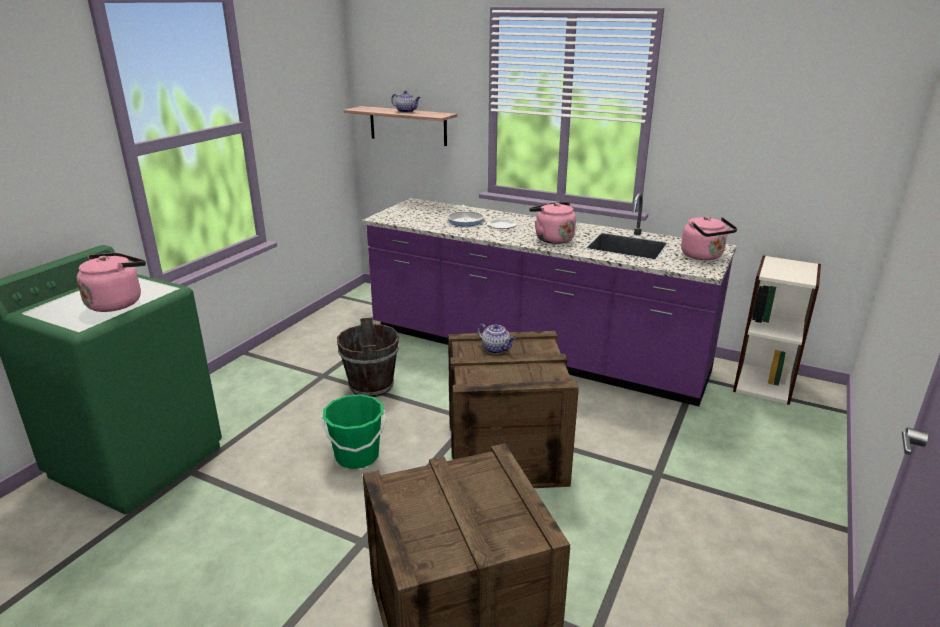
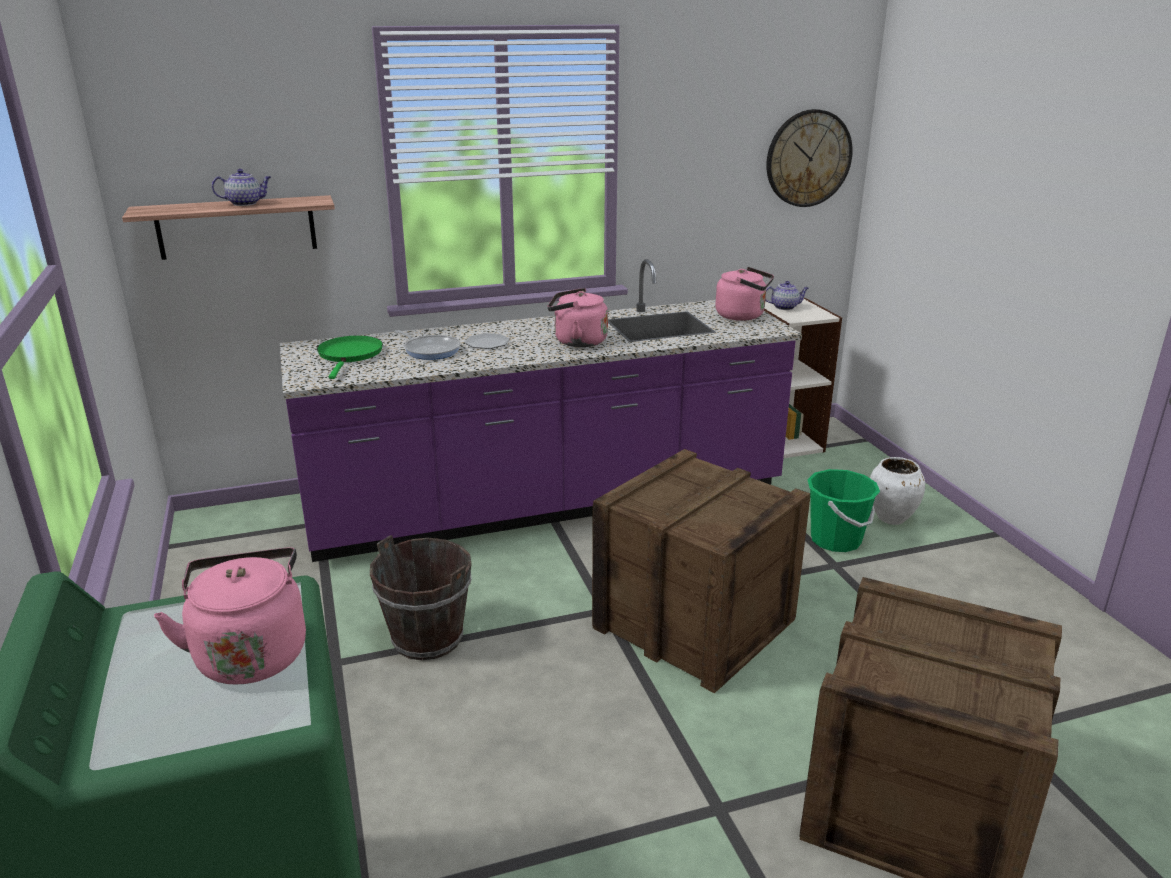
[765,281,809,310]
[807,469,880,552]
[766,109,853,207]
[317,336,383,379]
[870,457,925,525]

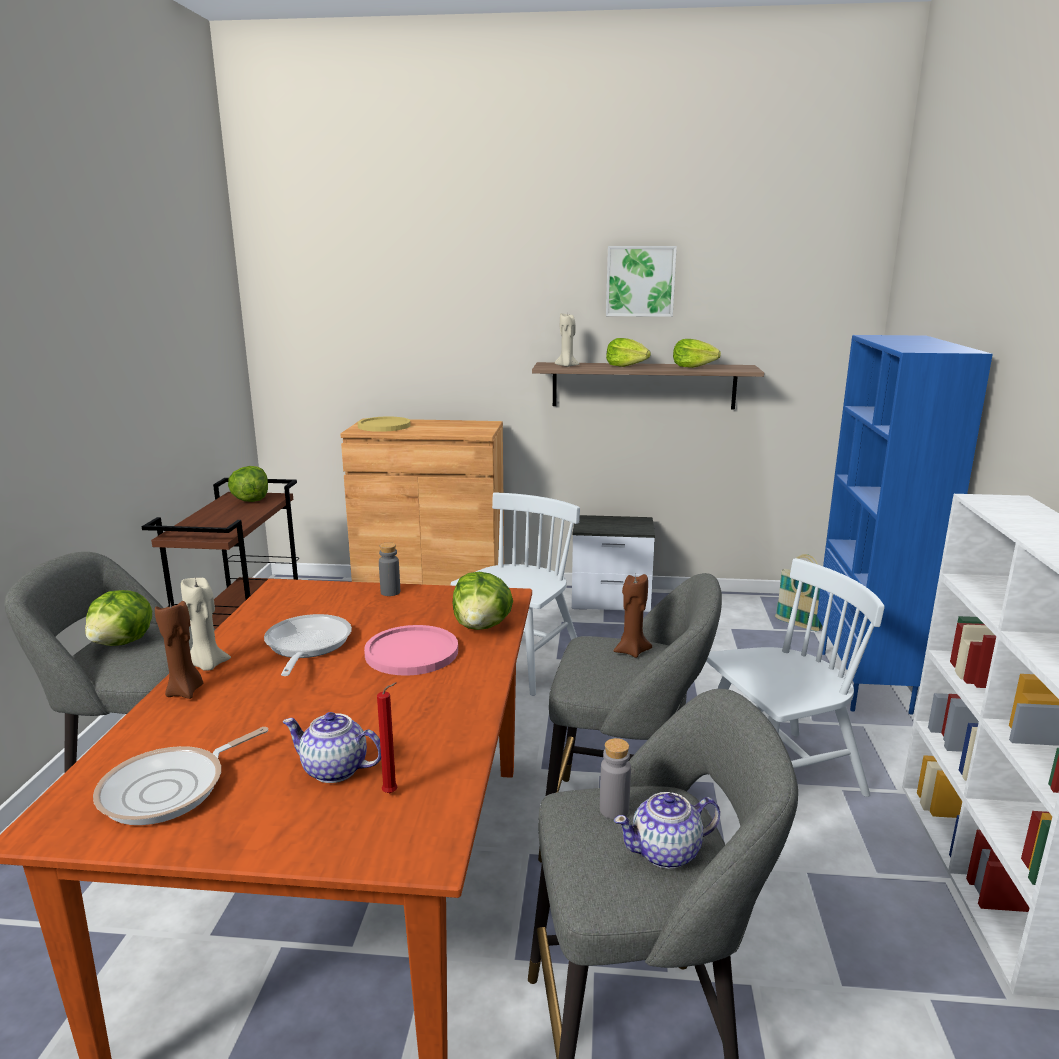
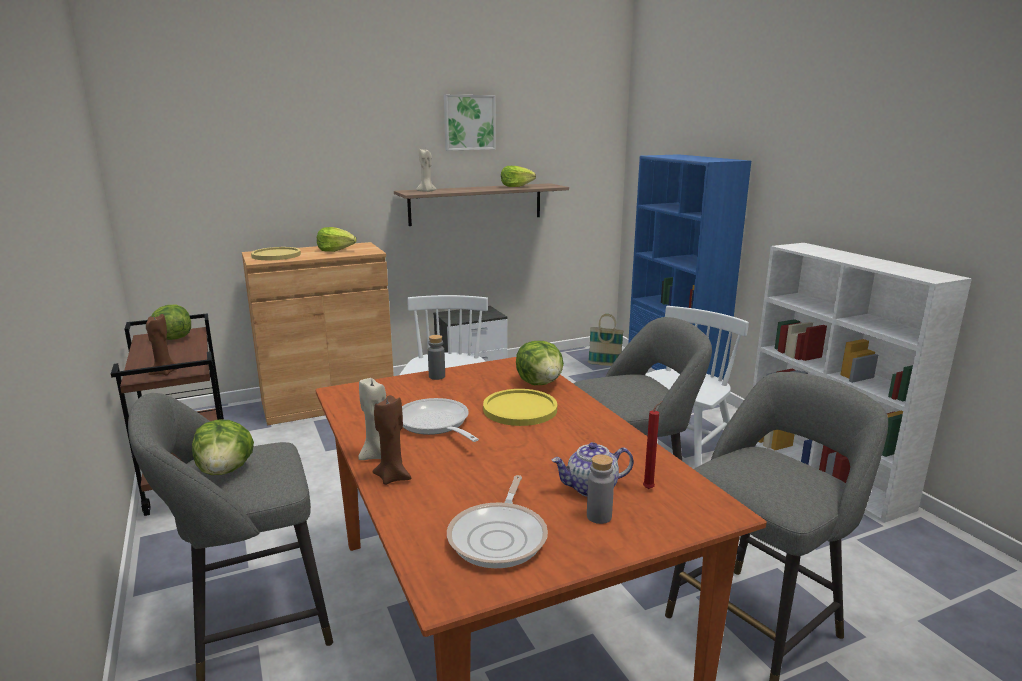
[317,227,357,252]
[146,314,179,375]
[483,389,557,426]
[587,454,614,524]
[614,792,720,869] (first image)

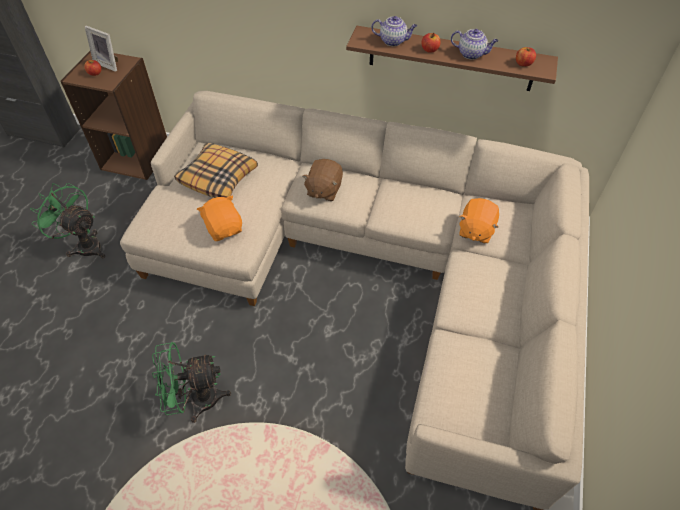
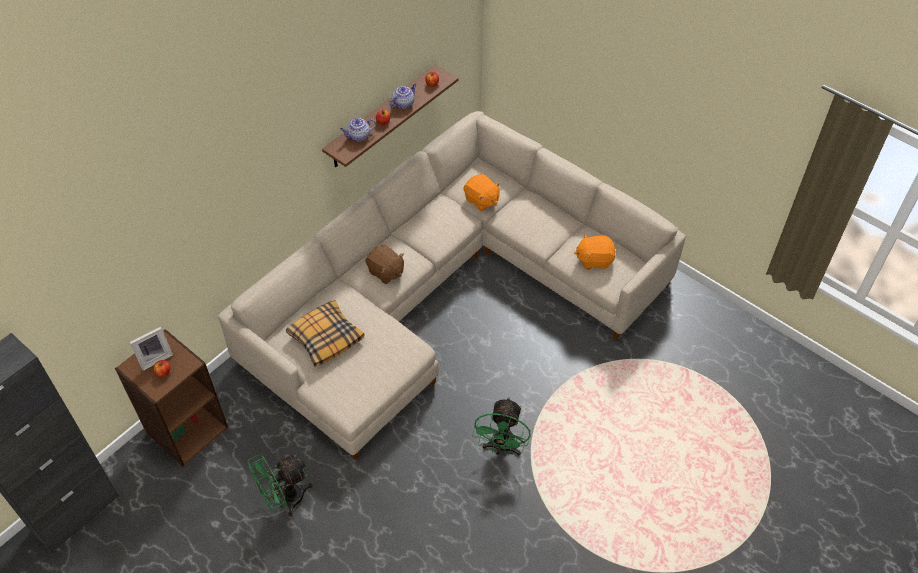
[340,118,376,142]
[574,234,616,269]

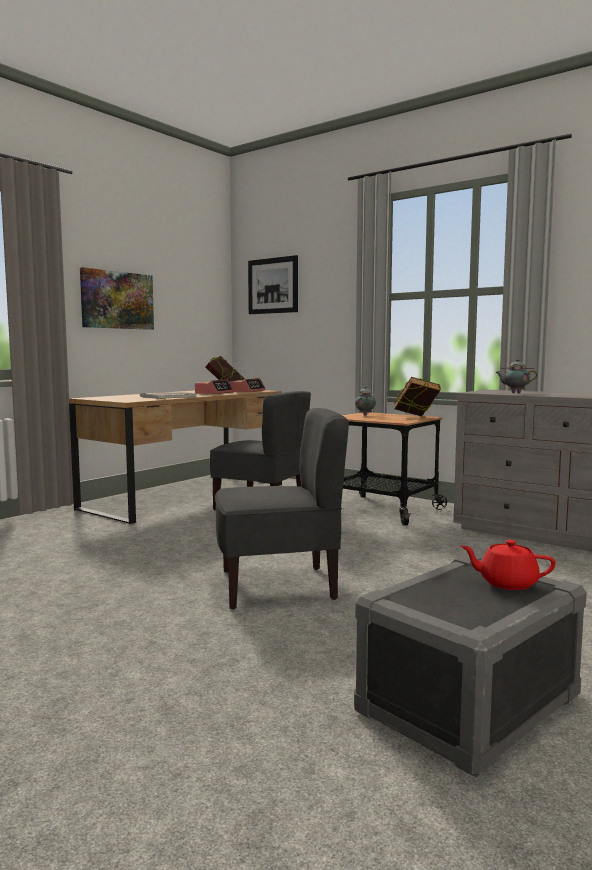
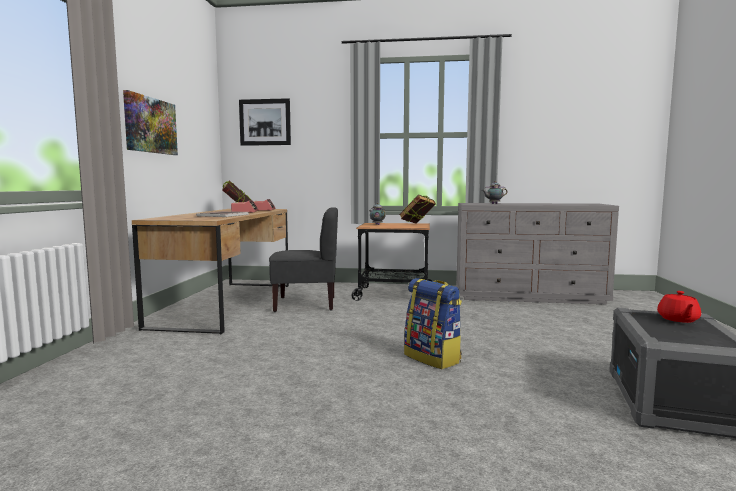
[404,278,462,369]
[657,291,701,323]

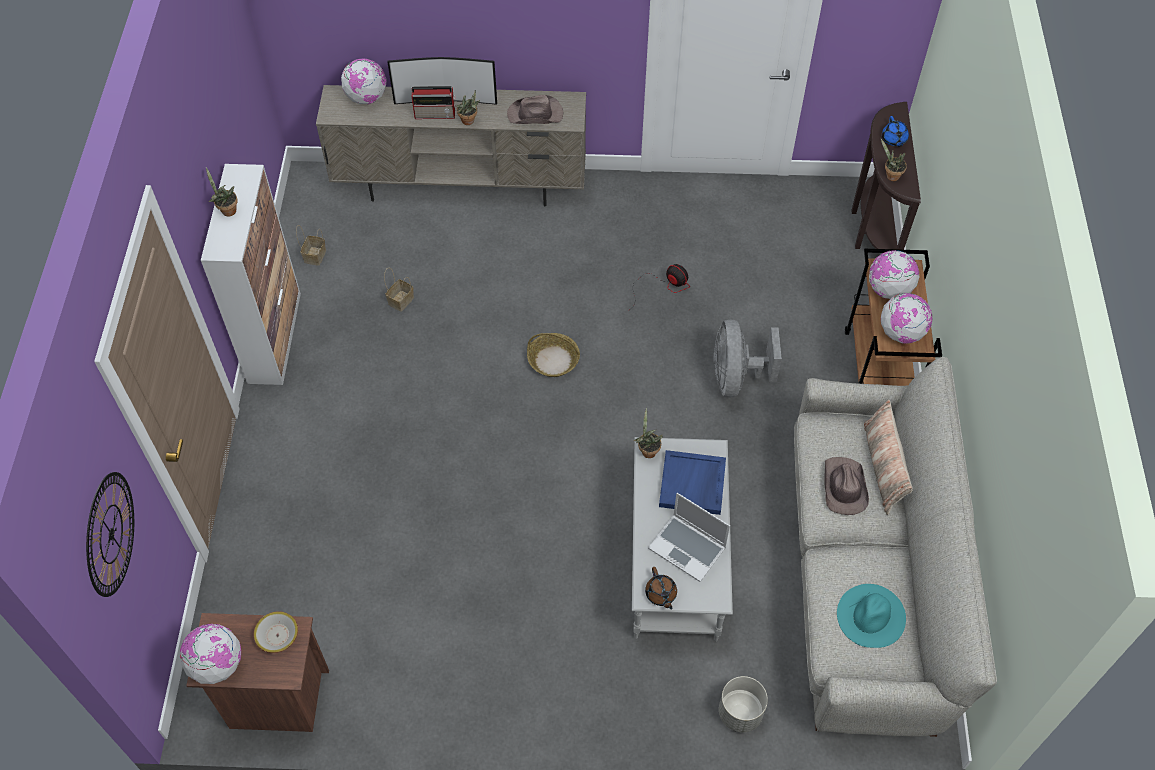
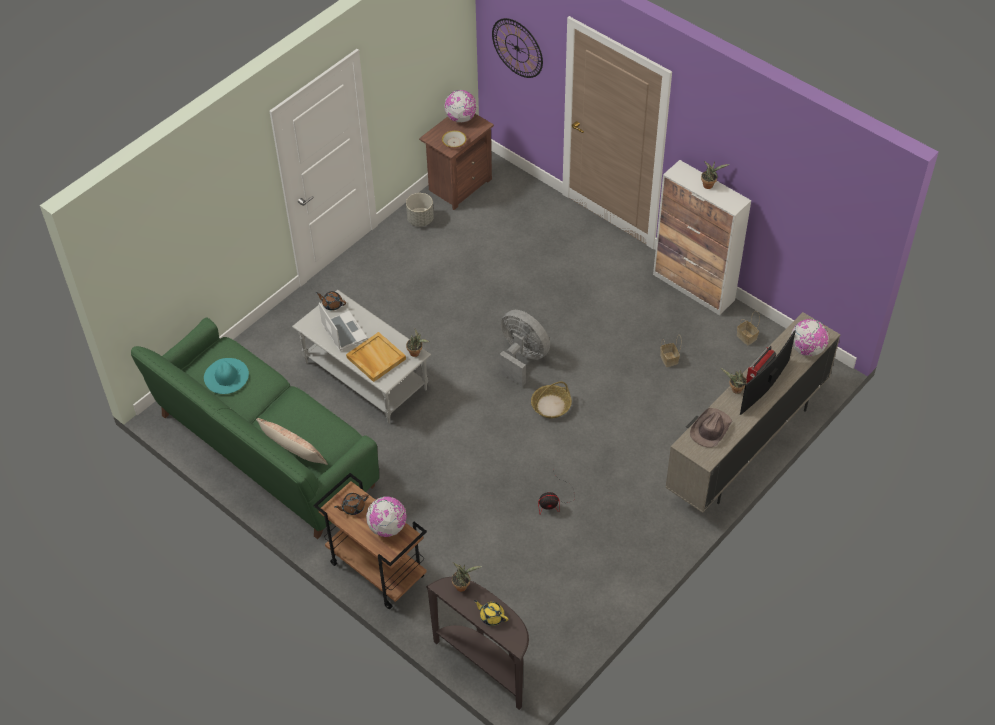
[474,600,508,626]
[334,493,369,515]
[500,310,550,387]
[131,317,379,539]
[346,332,406,382]
[824,457,869,515] (first image)
[319,302,368,351]
[406,193,434,227]

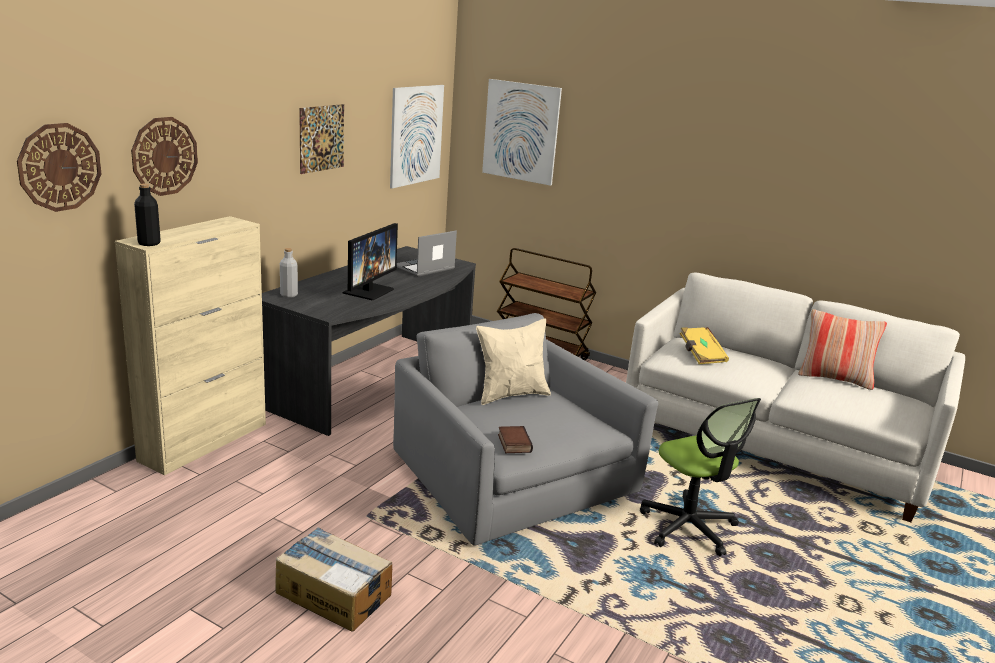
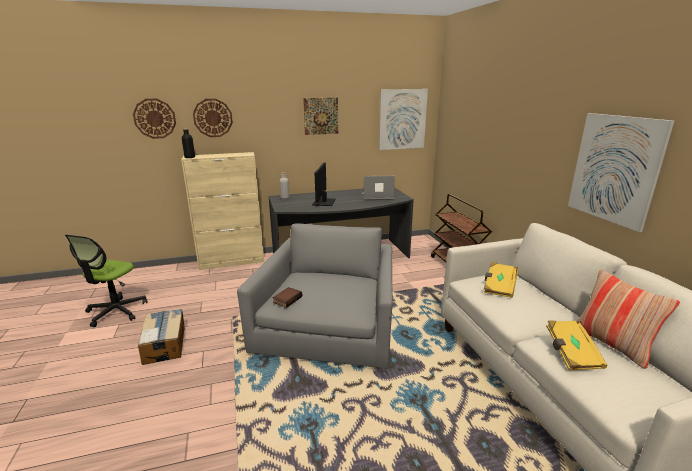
[568,113,674,232]
[312,162,335,206]
[476,318,551,405] (first image)
[65,234,148,327]
[546,321,608,370]

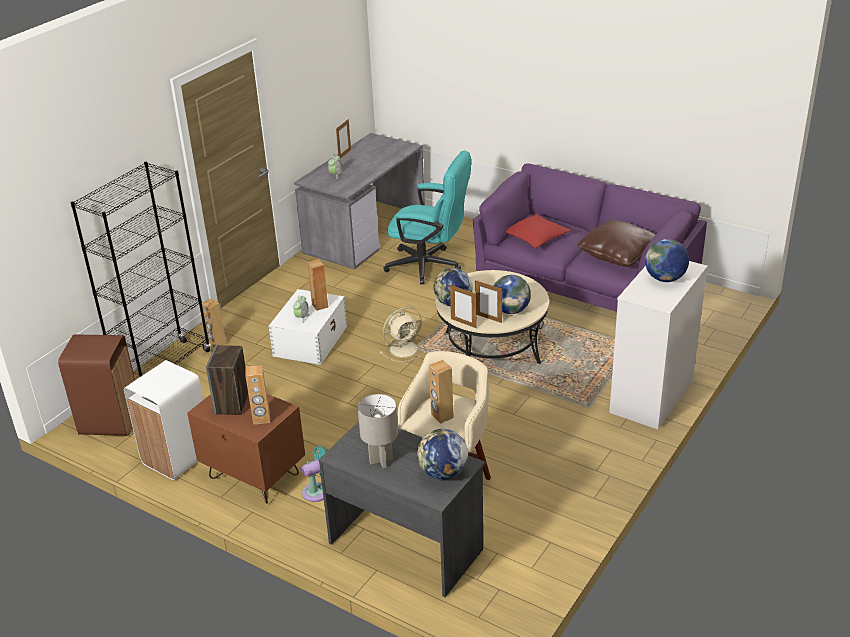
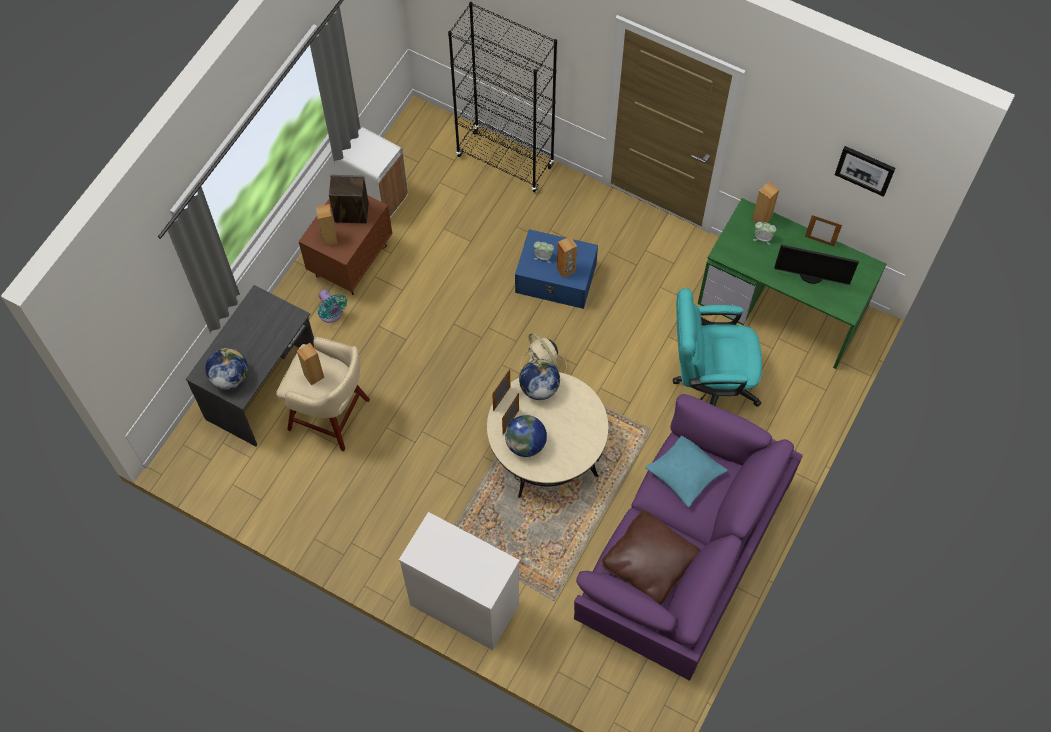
[698,198,886,369]
[673,288,762,407]
[645,436,728,507]
[645,239,689,282] (first image)
[515,229,598,309]
[752,182,779,223]
[58,334,135,436] (first image)
[358,394,398,468] (first image)
[835,146,895,197]
[774,244,859,285]

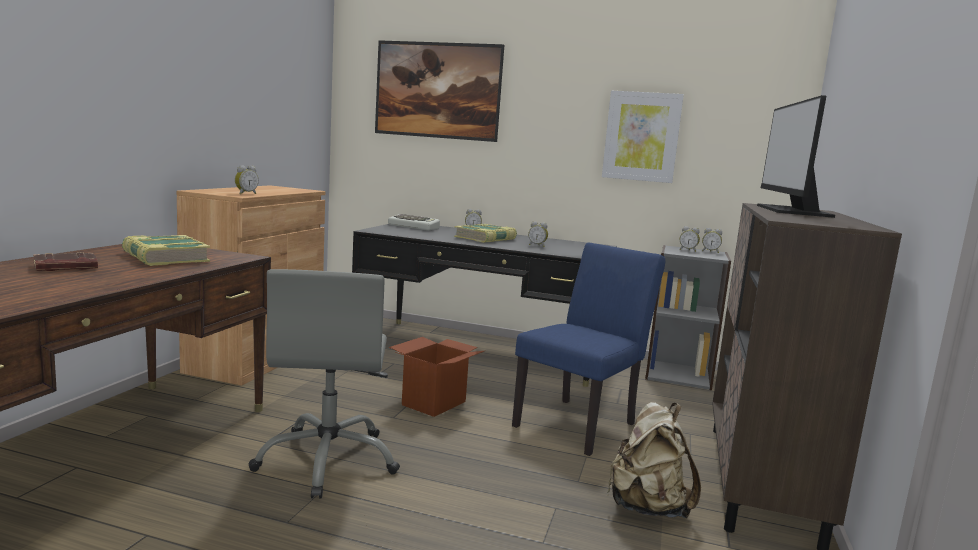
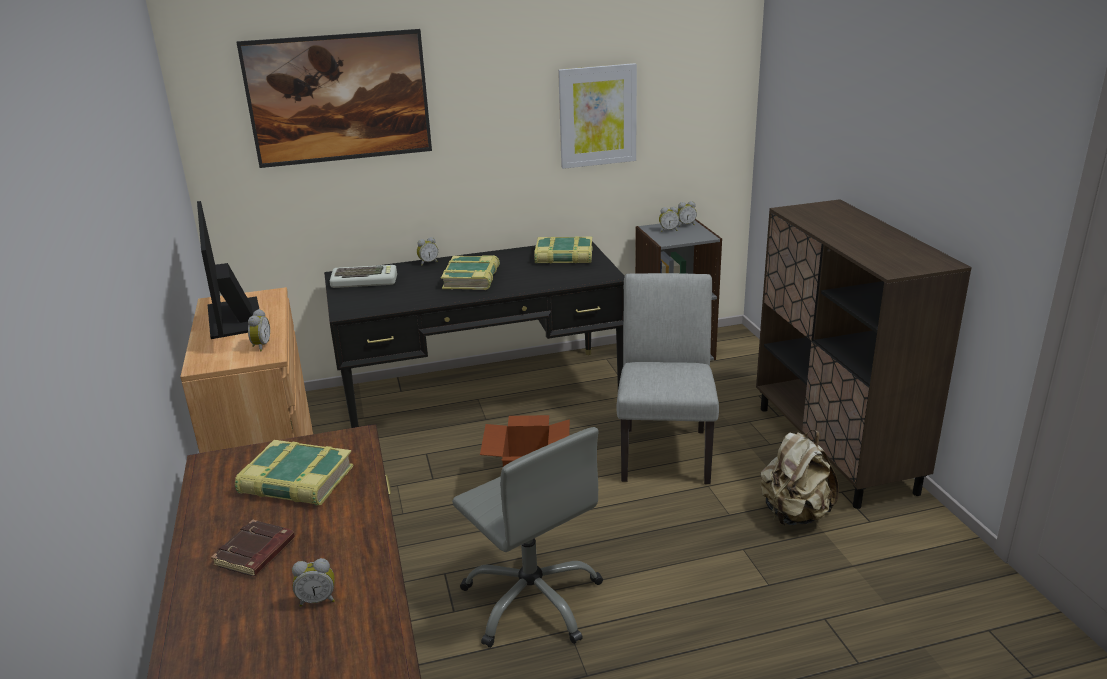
[197,201,259,339]
[292,558,335,607]
[616,273,719,484]
[534,236,593,263]

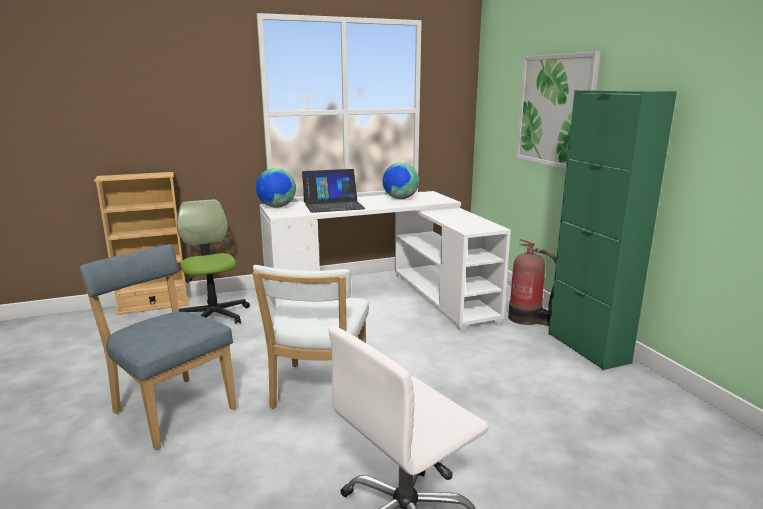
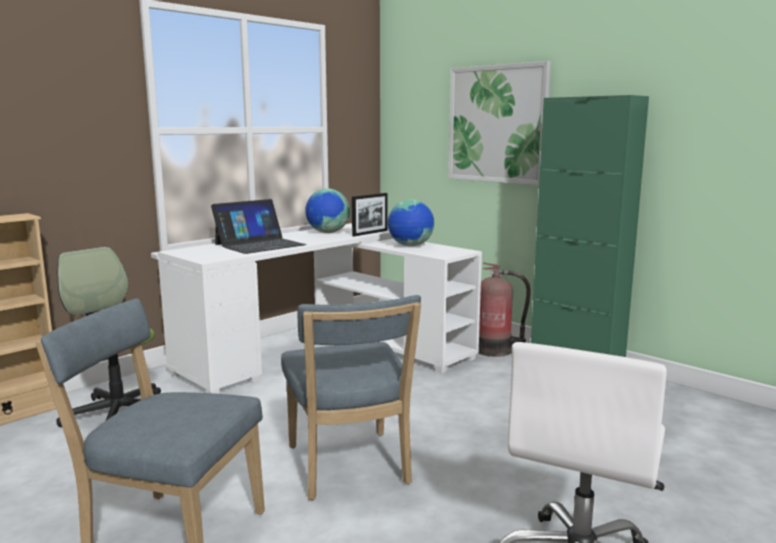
[388,200,434,246]
[281,295,421,500]
[352,193,387,236]

